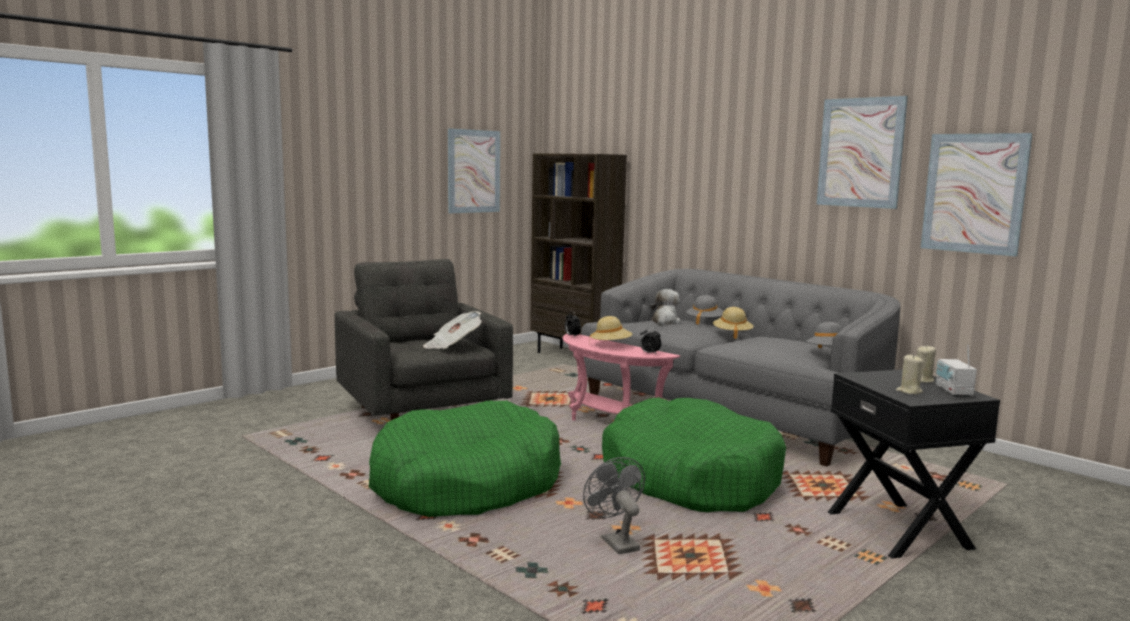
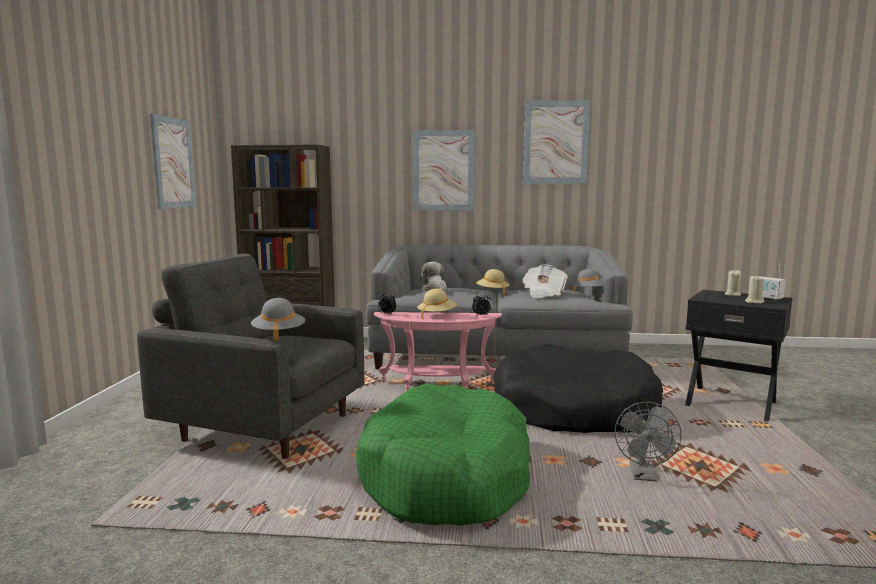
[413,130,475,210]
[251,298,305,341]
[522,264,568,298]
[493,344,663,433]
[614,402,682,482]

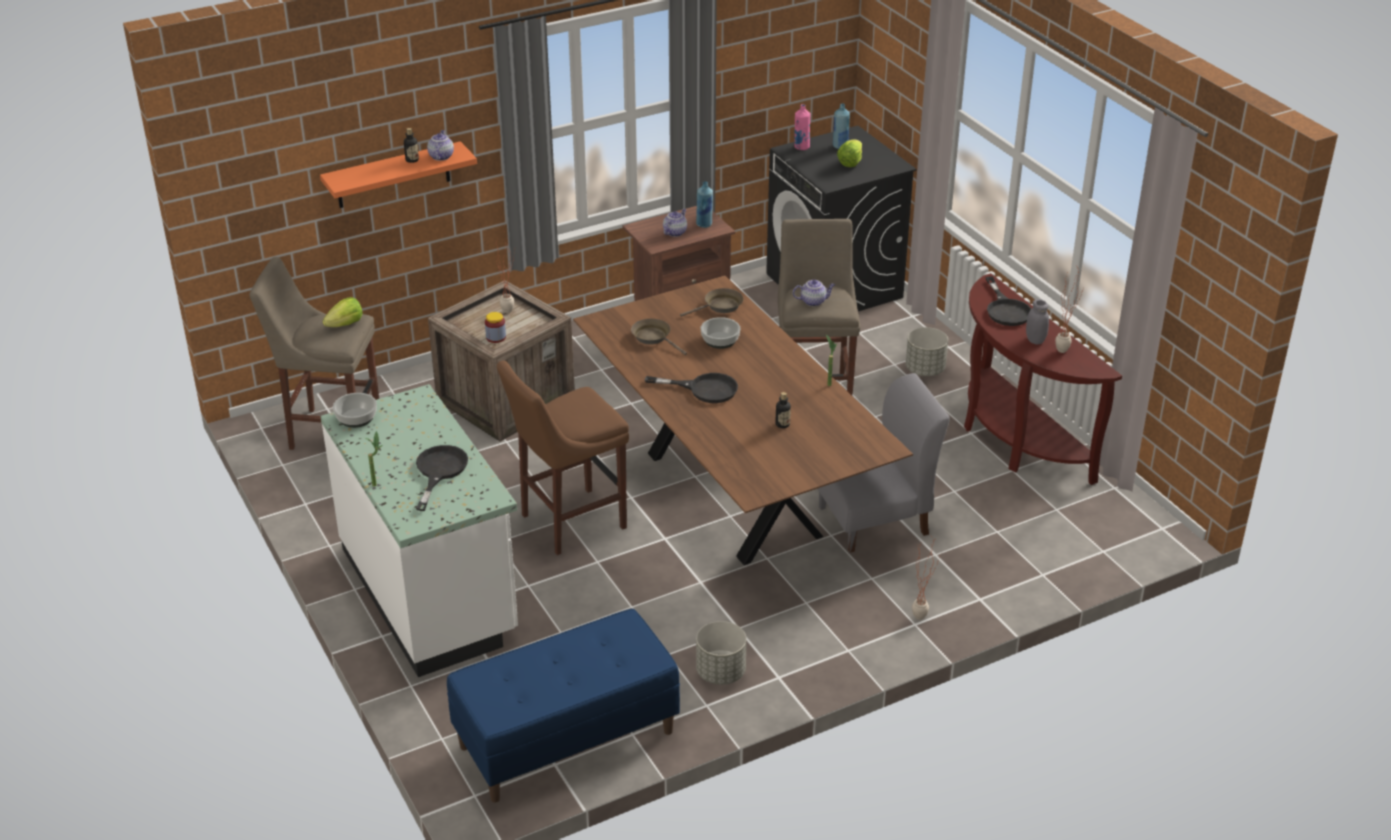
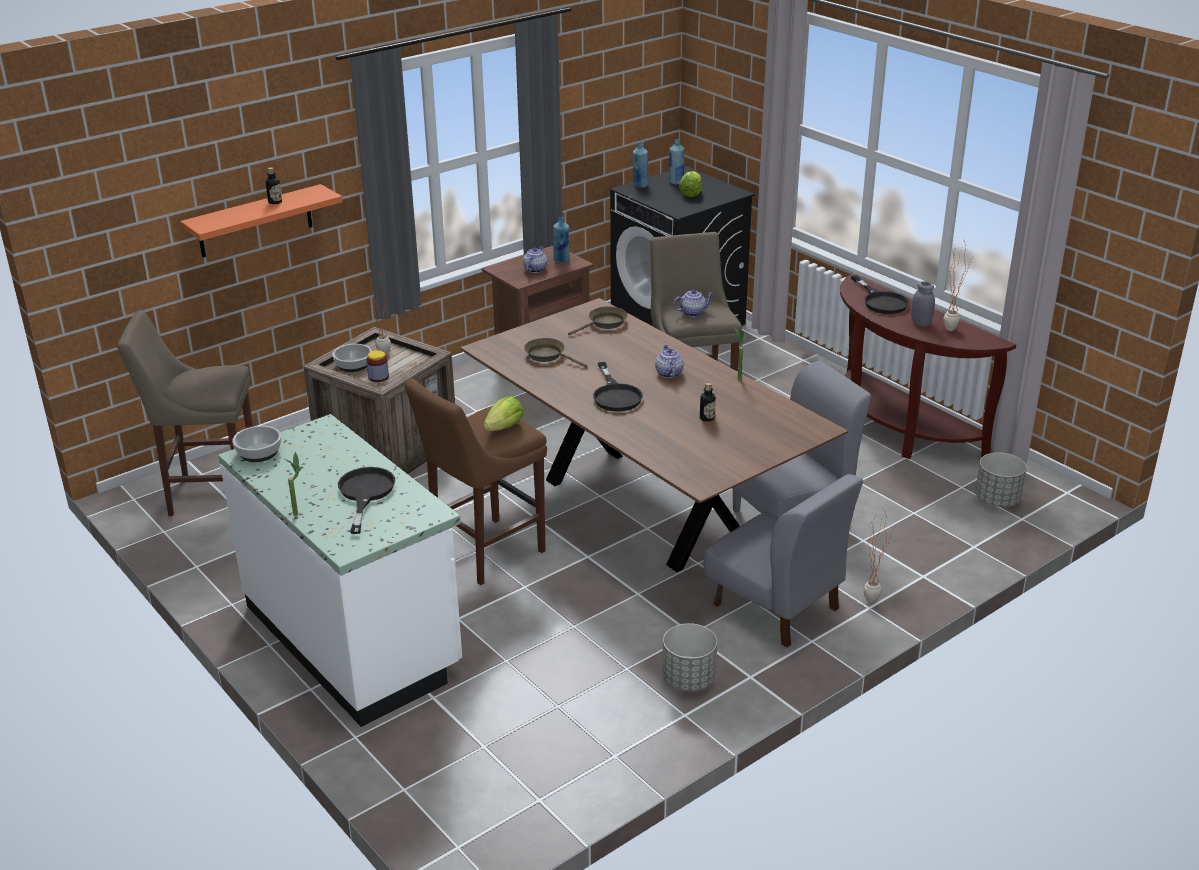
[633,142,648,188]
[655,345,684,378]
[483,396,523,431]
[332,344,372,372]
[975,452,1027,507]
[593,362,643,412]
[447,608,680,803] (first image)
[703,474,863,647]

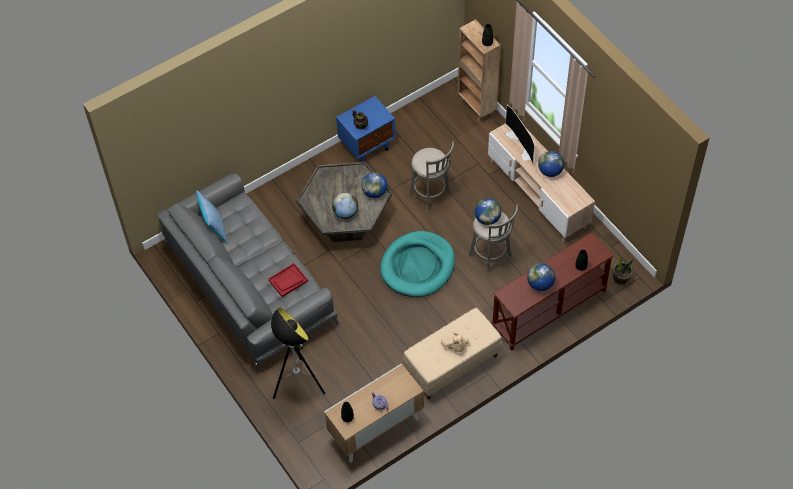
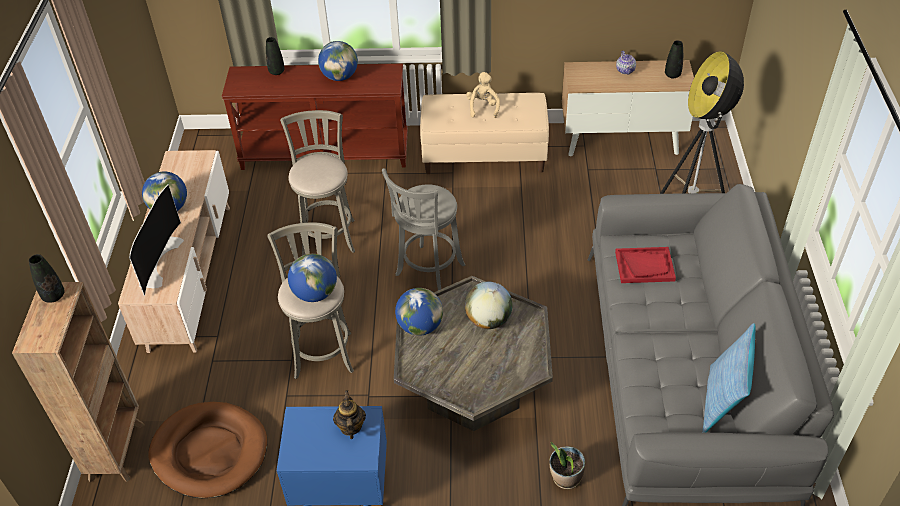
[288,254,337,302]
[382,168,465,290]
[549,442,585,489]
[148,402,267,498]

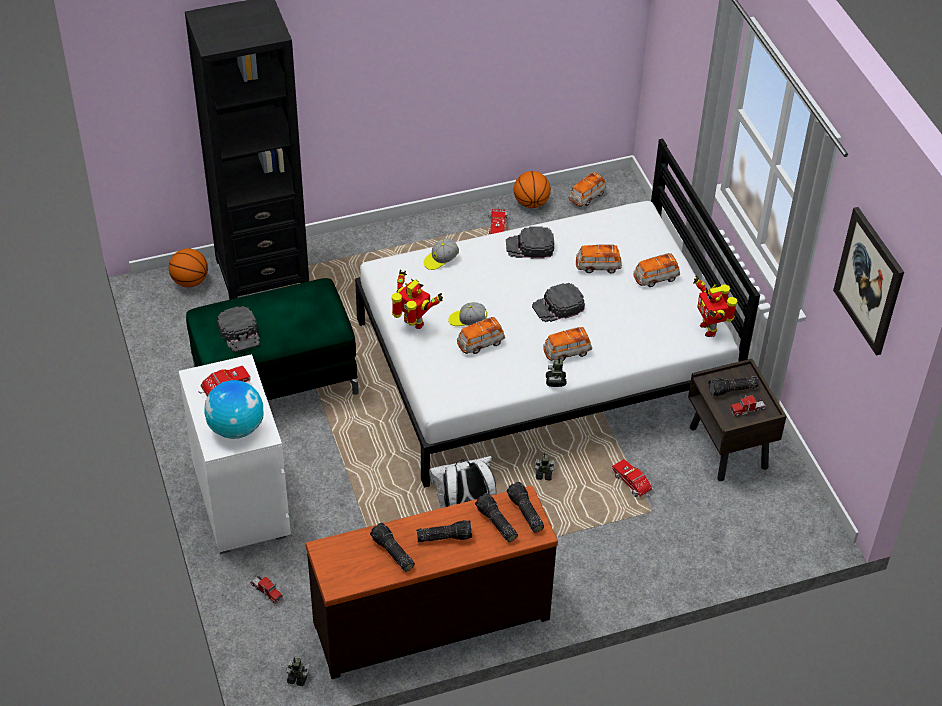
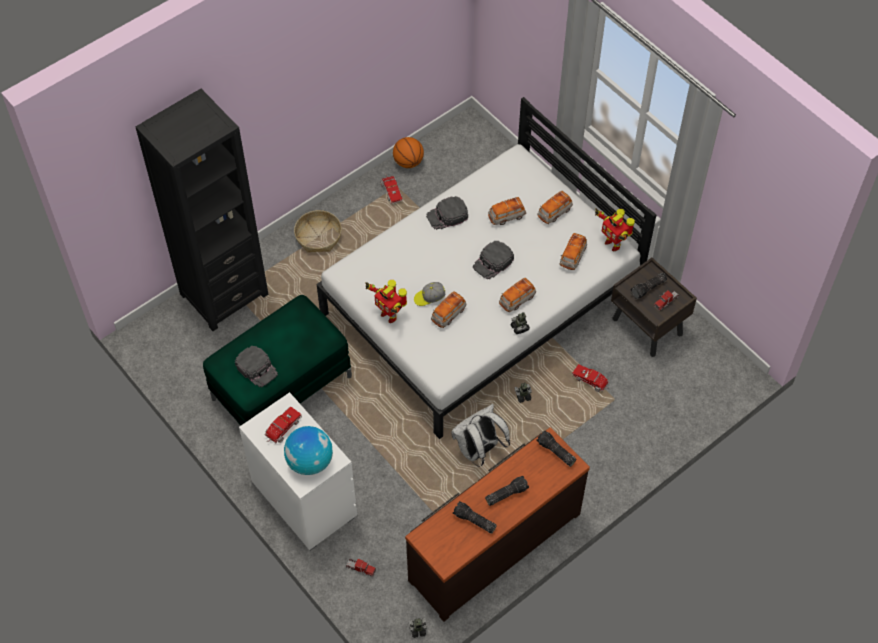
[560,233,587,270]
[833,207,904,356] (first image)
[424,238,459,270] (first image)
[169,248,208,287] (first image)
[365,280,407,323]
[475,493,518,542] (first image)
[294,210,342,253]

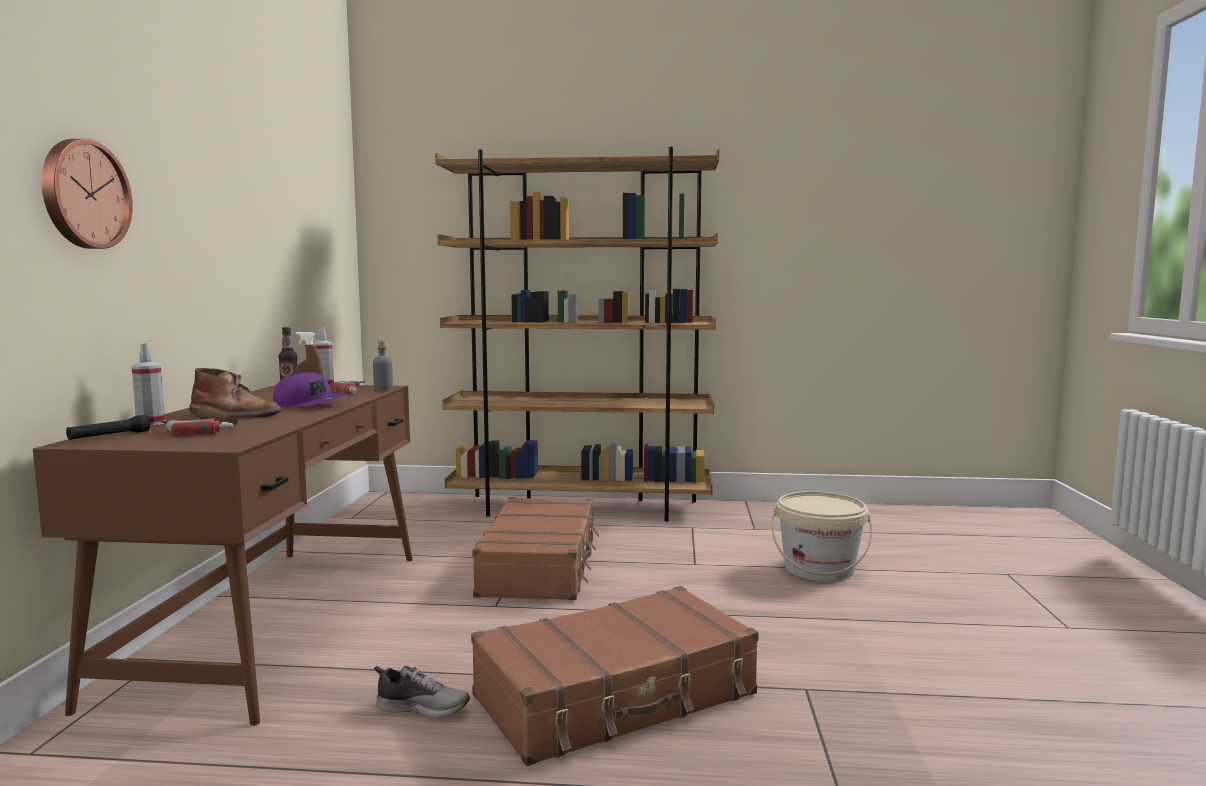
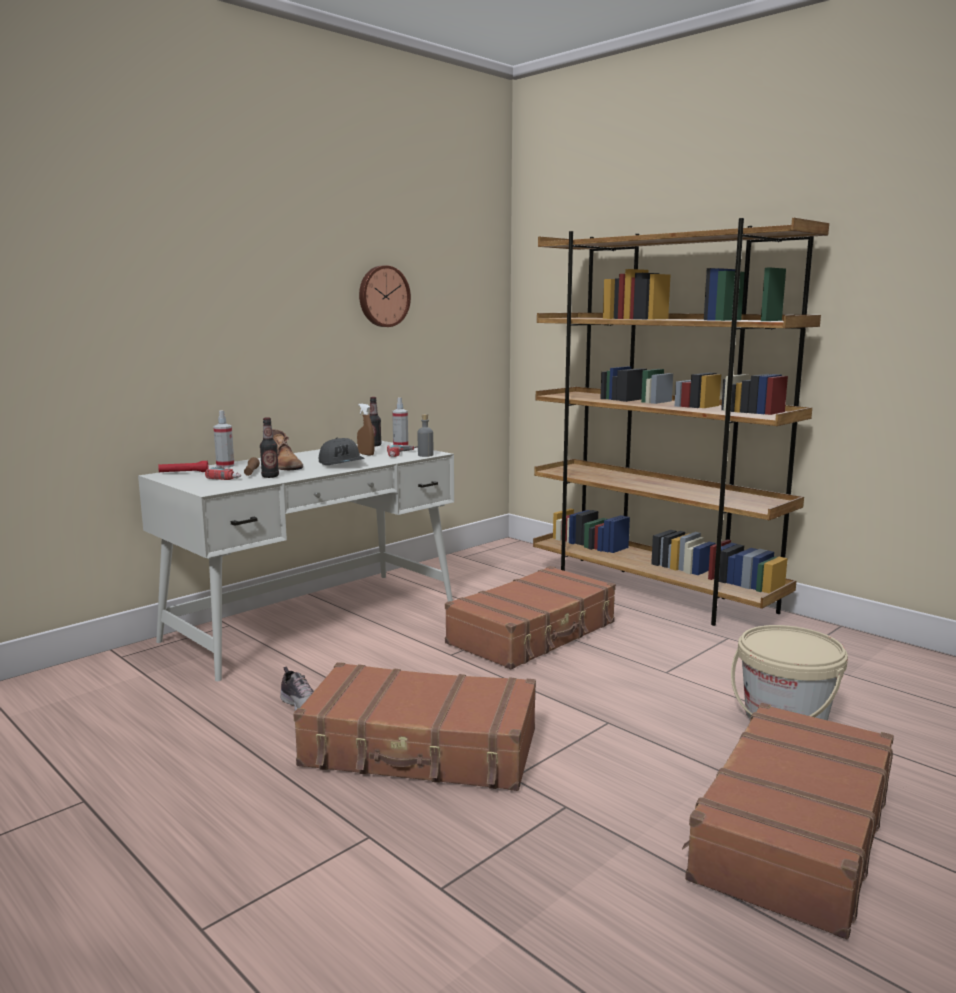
[359,265,411,327]
[319,438,365,465]
[138,441,454,681]
[158,461,208,472]
[260,417,279,478]
[682,703,894,939]

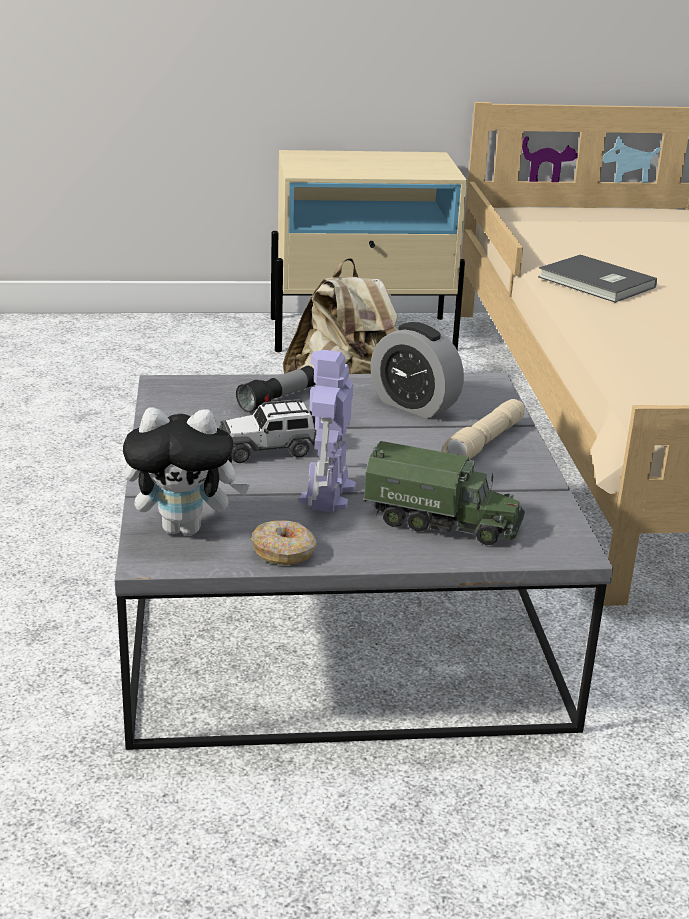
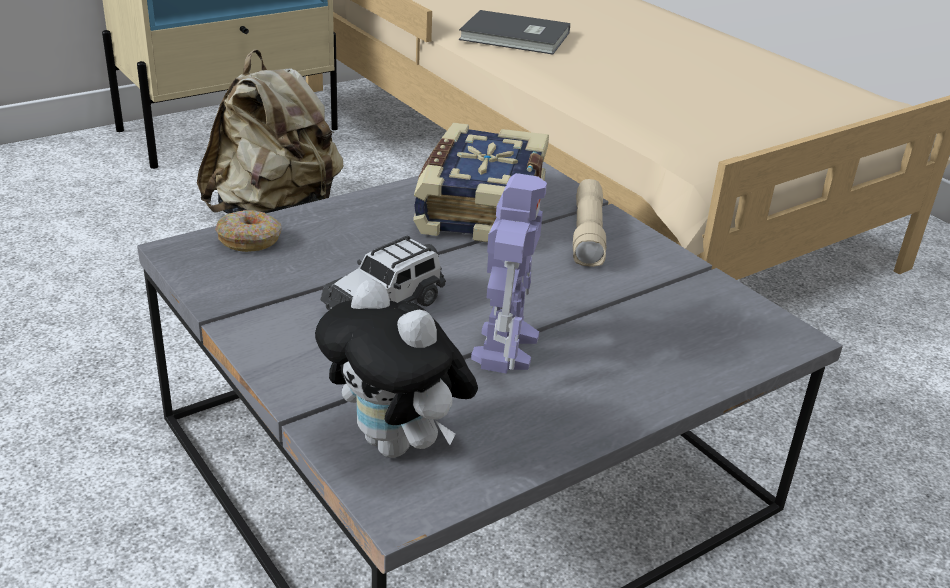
[413,123,549,242]
[471,173,547,374]
[236,366,316,413] (first image)
[315,279,478,458]
[363,441,525,545] (first image)
[215,210,282,252]

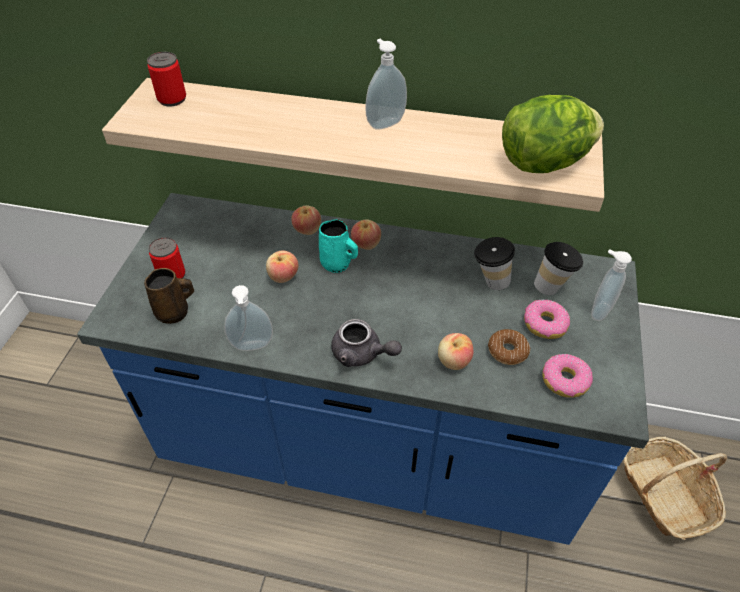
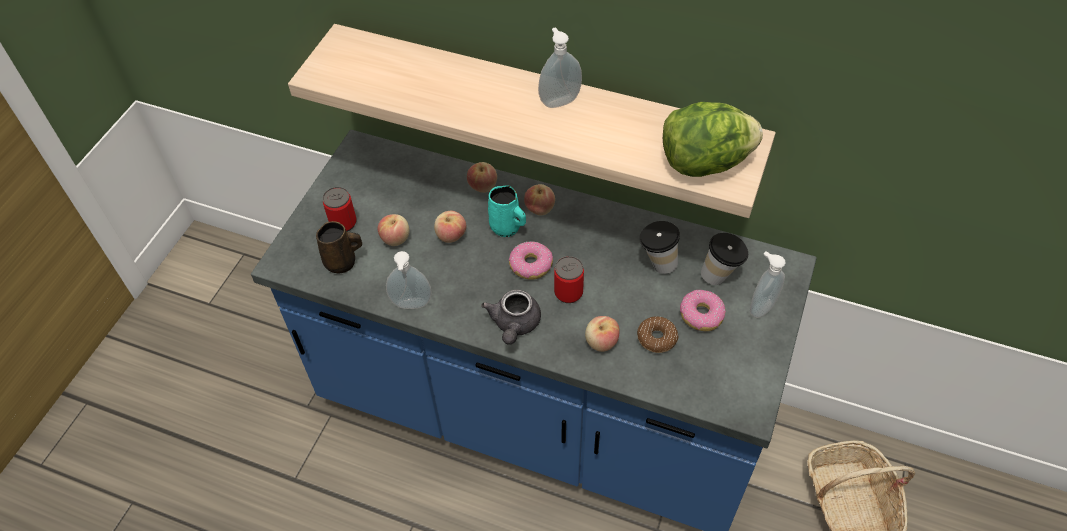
[554,256,584,303]
[481,290,541,345]
[508,242,553,280]
[378,214,409,246]

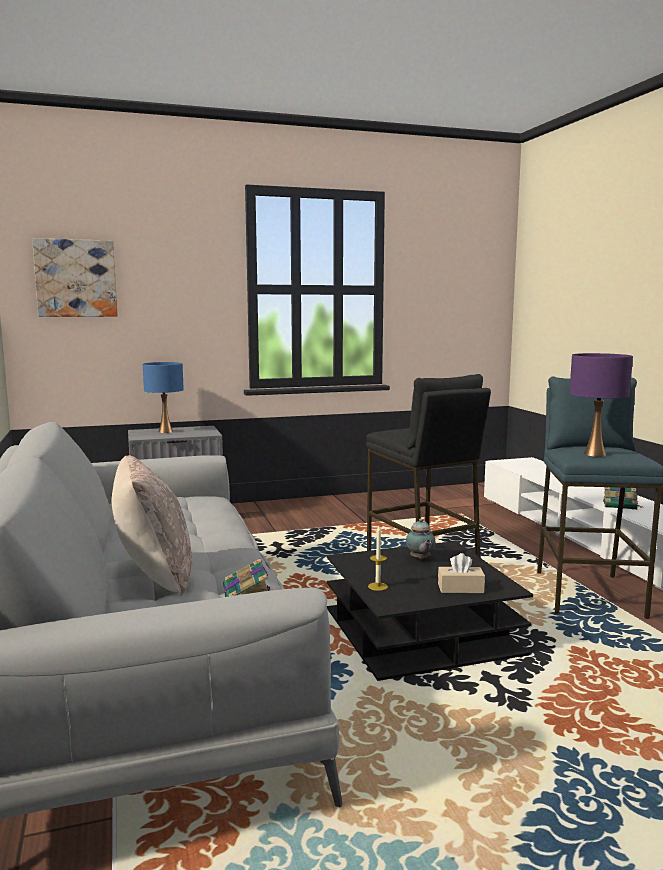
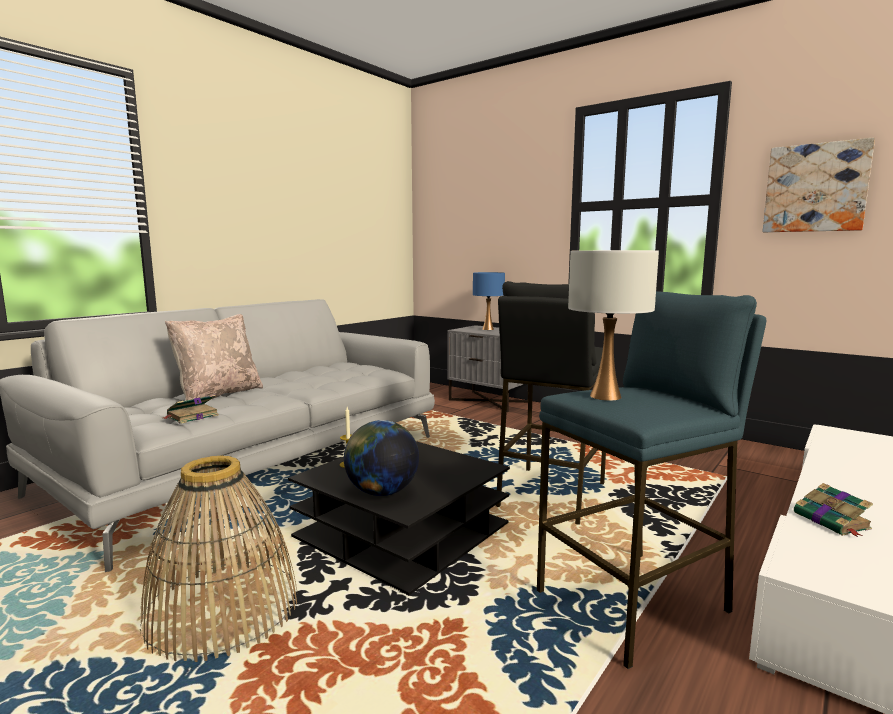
[763,137,875,232]
[568,250,659,401]
[406,519,436,560] (first image)
[344,420,419,496]
[140,456,297,662]

